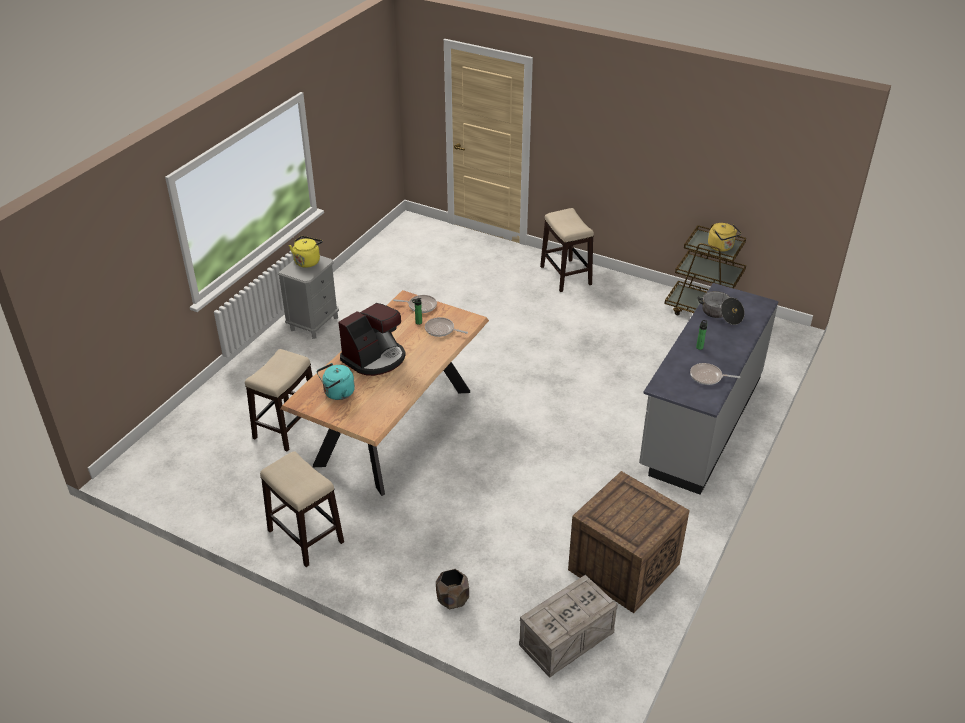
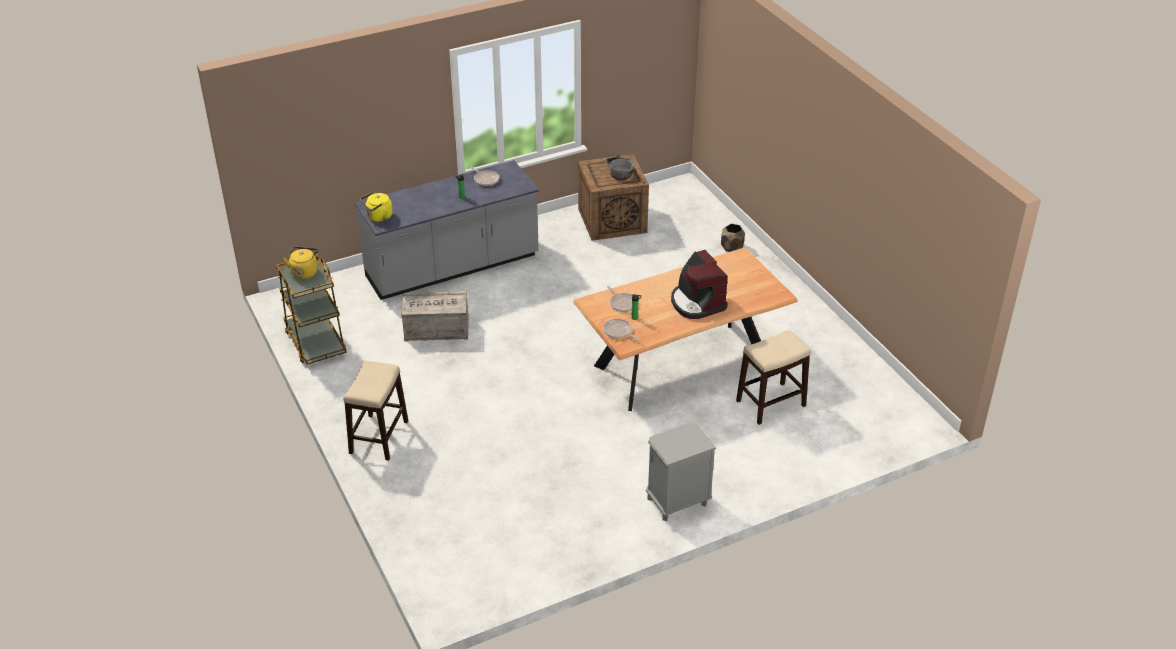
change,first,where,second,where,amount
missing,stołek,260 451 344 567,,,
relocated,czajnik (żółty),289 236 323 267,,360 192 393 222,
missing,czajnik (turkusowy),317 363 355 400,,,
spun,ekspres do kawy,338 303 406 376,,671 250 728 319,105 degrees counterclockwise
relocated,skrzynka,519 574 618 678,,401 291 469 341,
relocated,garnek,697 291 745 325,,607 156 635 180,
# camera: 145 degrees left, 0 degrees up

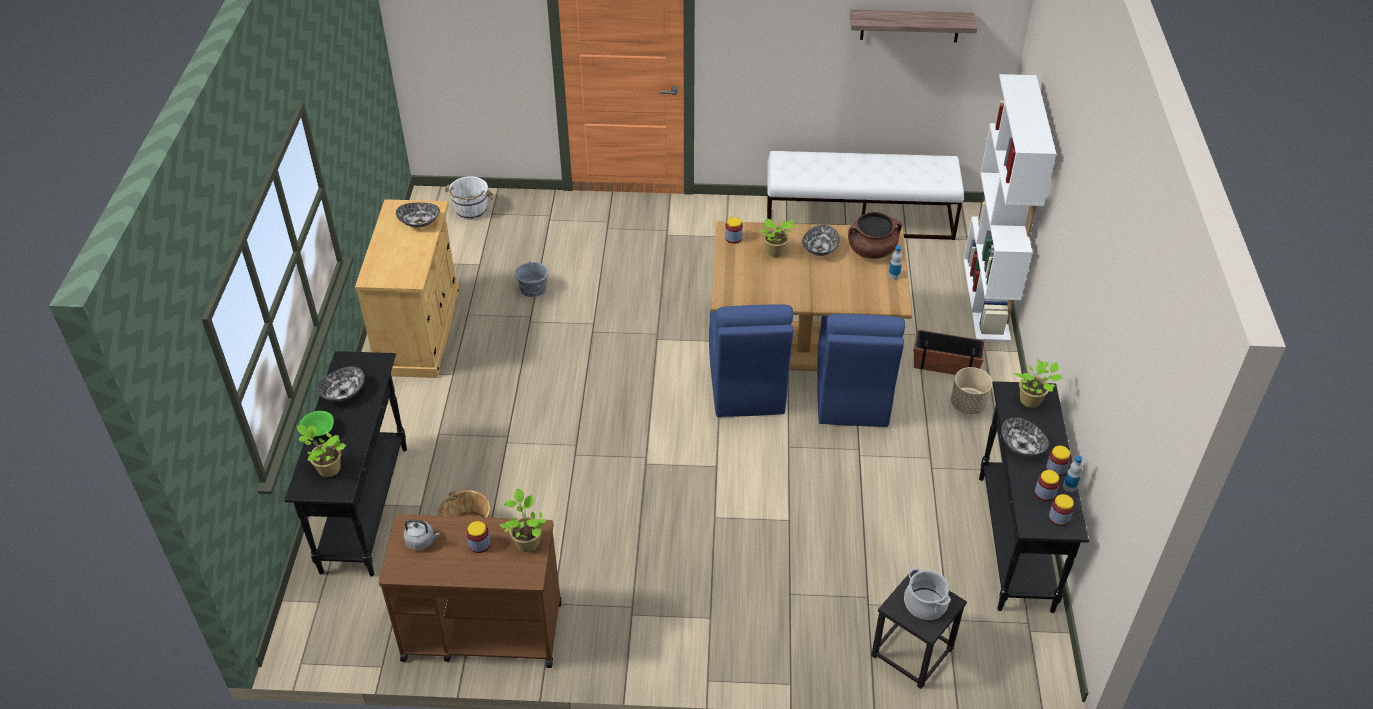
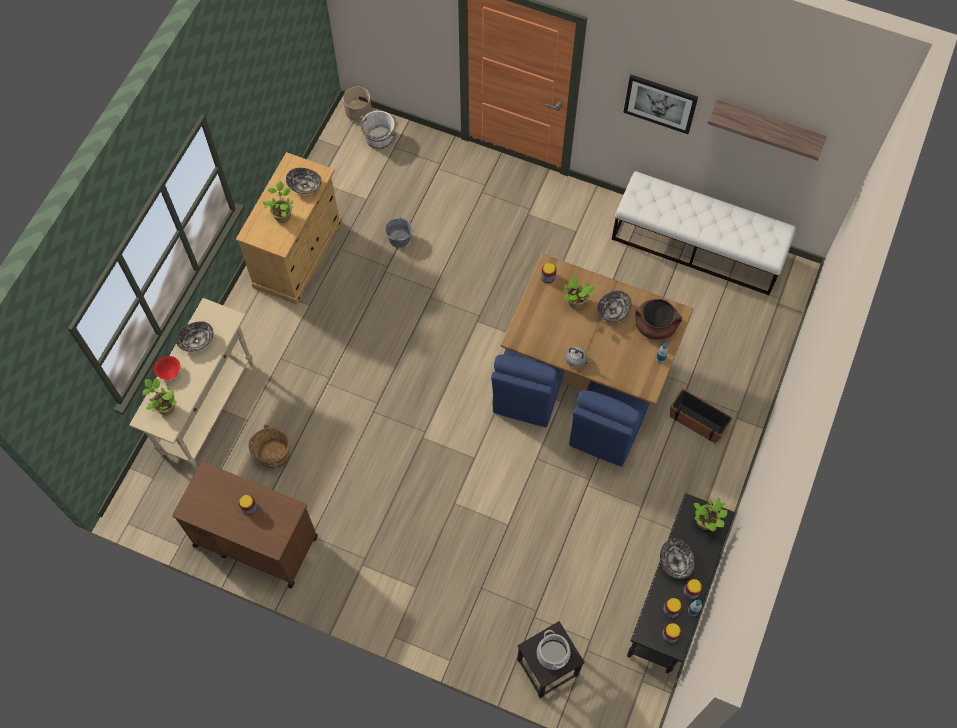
change,first,where,second,where,amount
colour,stolik konsolowy (czarny),284 351 407 576,stolik konsolowy (beżowy),129 298 254 469,
colour,miska (zielony),299 411 334 436,miska (czerwony),154 356 180 380,
relocated,czajnik (szary),403 519 440 551,,565 346 591 368,
relocated,roślina doniczkowa,500 488 546 552,,263 181 294 223,
relocated,donica (beżowy),951 367 992 414,,343 87 372 122,
missing,regał (biały),963 74 1056 342,,,
appeared,,,obraz,623 75 698 134,
# camera: 20 degrees right, 20 degrees up

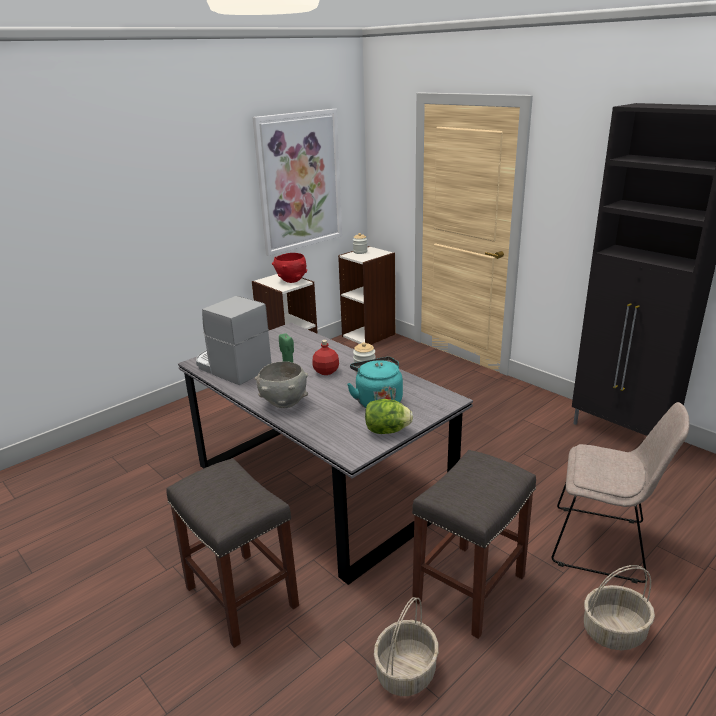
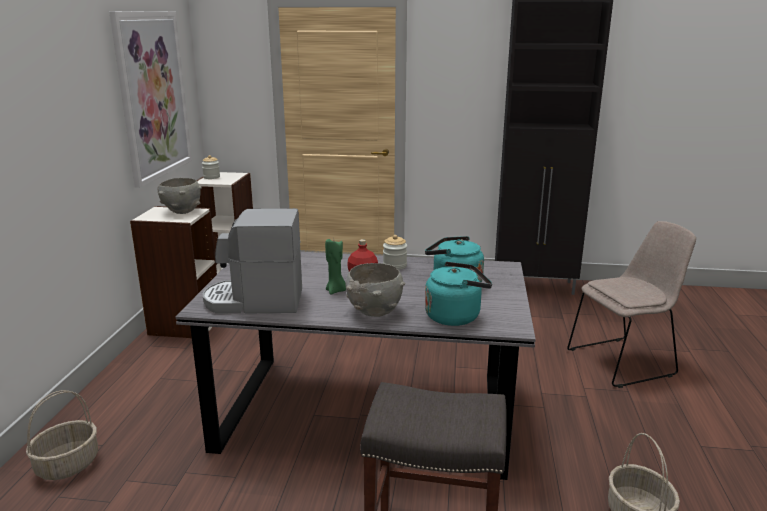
change,first,where,second,where,amount
colour,miska (czerwony),272 253 307 283,miska (szary),158 178 202 214,
missing,sałata,365 399 413 434,,,
missing,stołek (szary),412 450 536 639,,,
relocated,koszyk,584 565 655 650,,26 390 98 480,
appeared,,,czajnik (turkusowy),425 262 492 326,
# camera: 40 degrees left, 5 degrees down

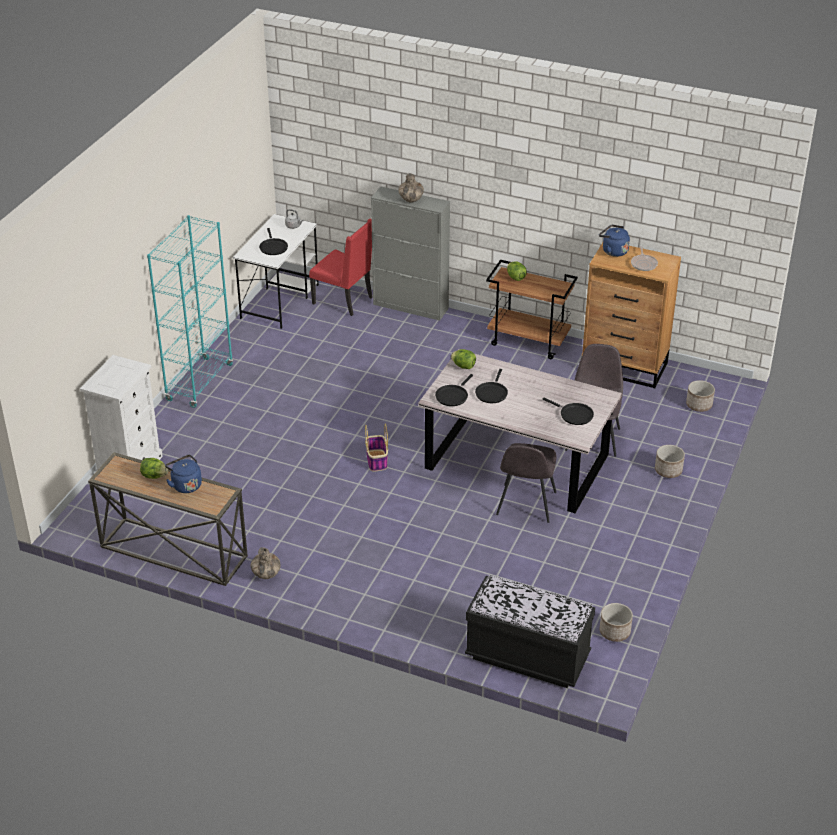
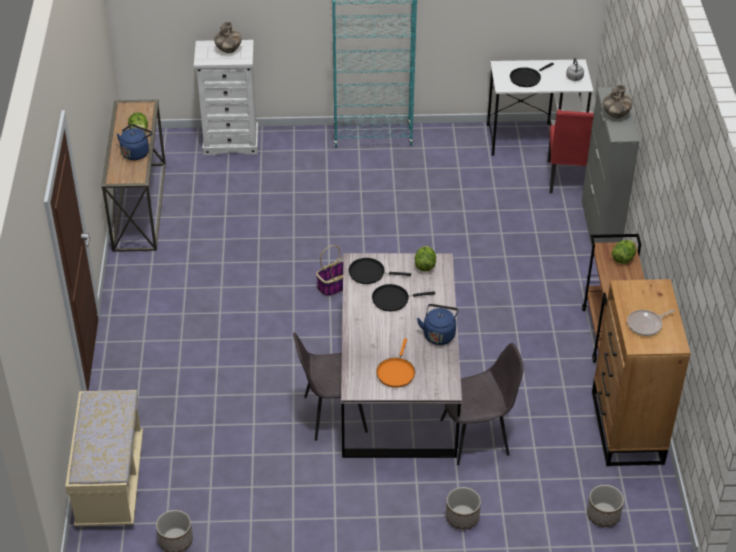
change,first,where,second,where,amount
relocated,wazon,251 547 280 579,,214 22 242 53,
colour,ławka (czarny),465 575 595 688,ławka (beżowy),65 390 143 526,
colour,patelnia (czarny),542 398 594 425,patelnia (pomarańczowy),376 338 415 388,
relocated,czajnik (niebieski),599 225 630 257,,417 304 459 345,
# camera: 65 degrees right, 5 degrees up

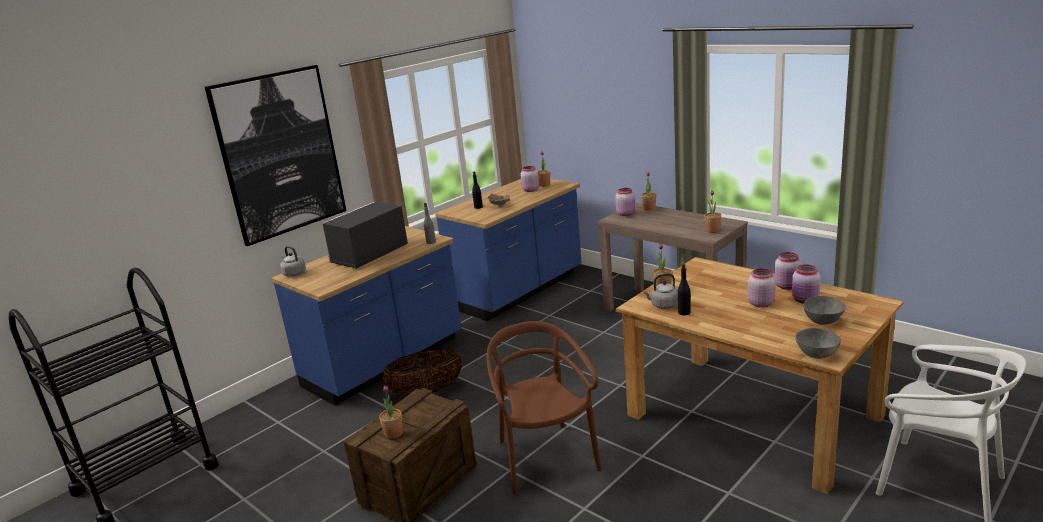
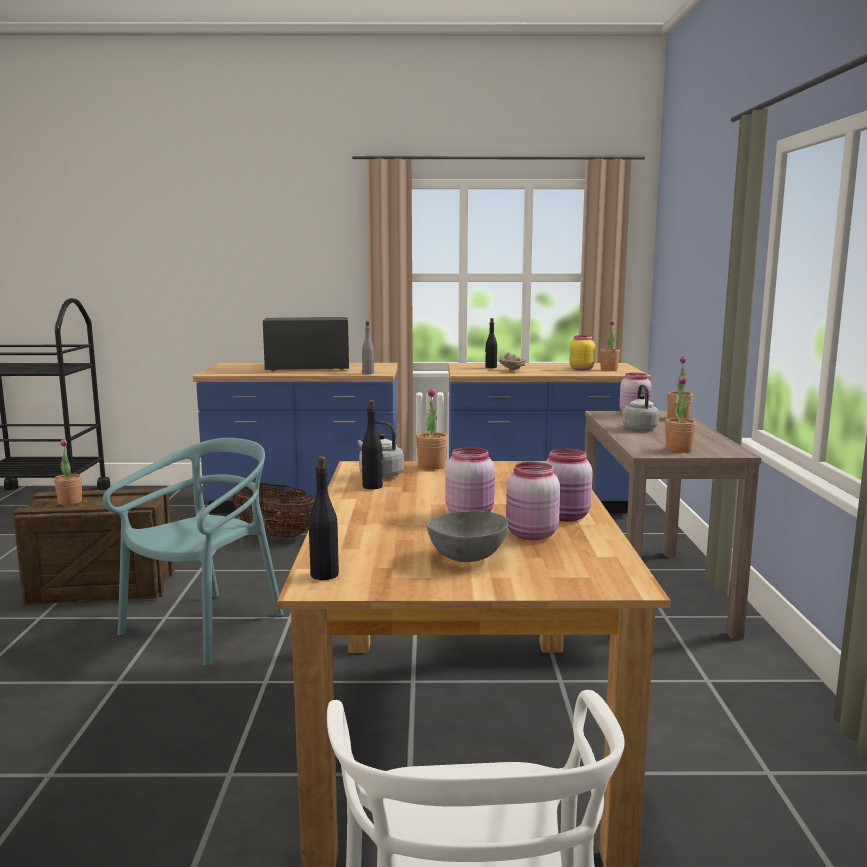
change,first,where,second,where,amount
missing,obraz,205 65 346 246,,,
relocated,czajnik (szary),280 246 306 277,,622 384 659 430,
colour,krzesło (brązowy),486 321 602 495,krzesło (turkusowy),103 438 283 666,
colour,słoik (różowy),521 166 539 192,słoik (żółty),569 335 595 370,
exchanged,miska (szary),795 328 841 359,butelka (czarny),309 456 339 580,
# camera: 45 degrees right, 10 degrees down

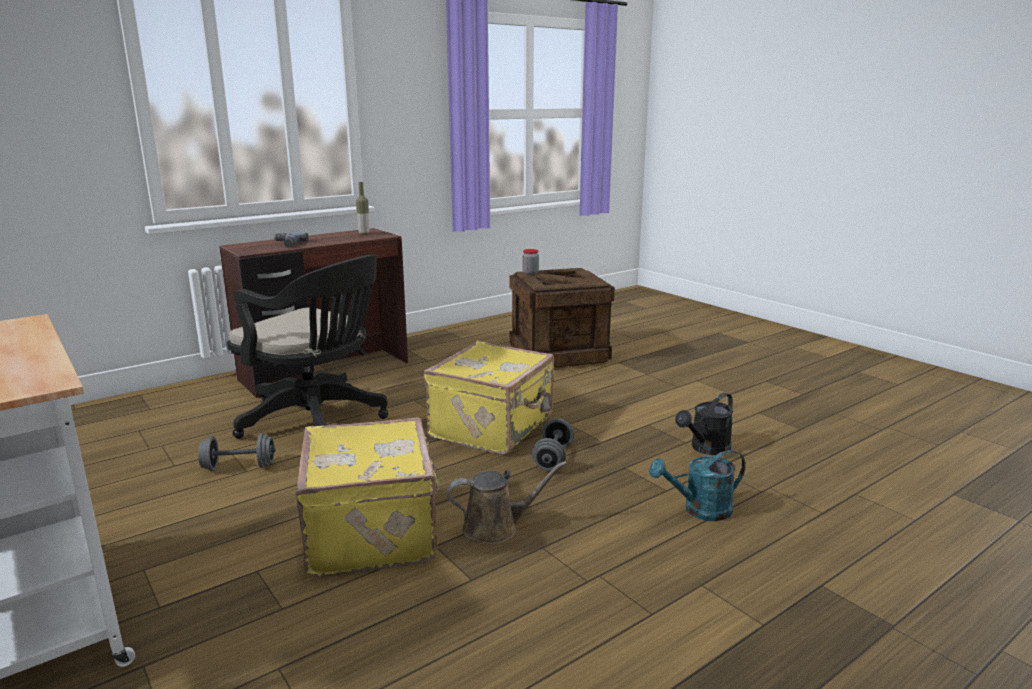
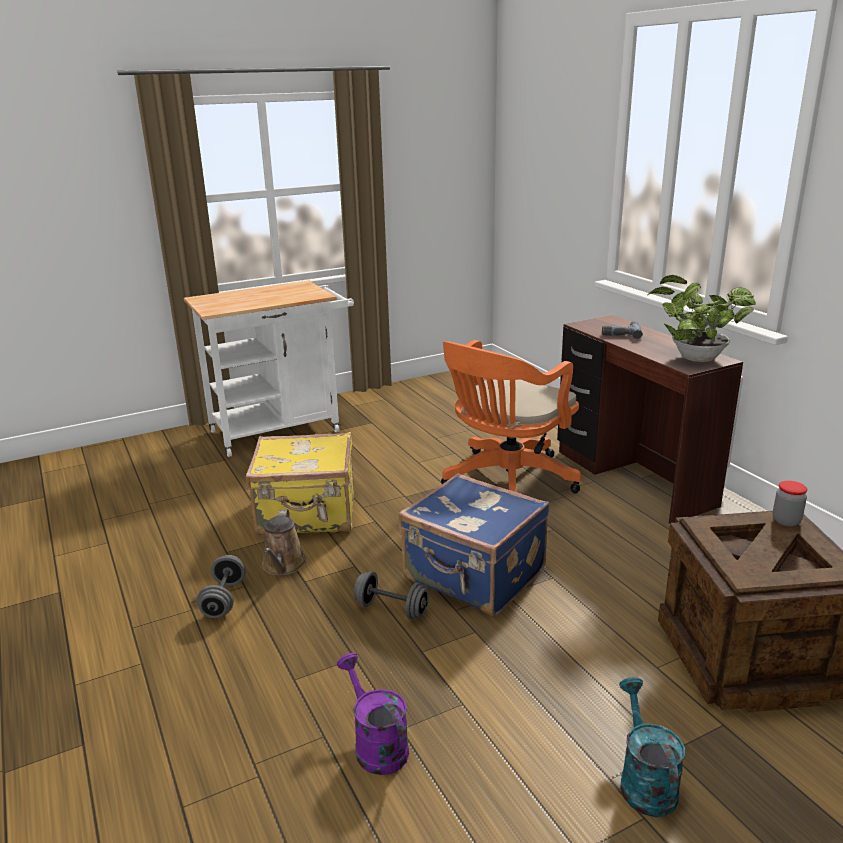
change,first,where,second,where,amount
relocated,hantel (szary),198 433 275 471,,197 555 245 618,
colour,krzesło biurowe (czarny),227 255 388 439,krzesło biurowe (pomarańczowy),441 340 581 493,
exchanged,butelka,356 182 370 235,roślina doniczkowa,646 275 756 362,
colour,walizka (żółty),423 341 554 455,walizka (niebieski),399 473 549 616,
relocated,konewka (turkusowy),649 450 745 521,,619 677 685 817,
colour,konewka (czarny),675 393 734 455,konewka (fioletowy),337 653 409 775,
# camera: 100 degrees right, 5 degrees up

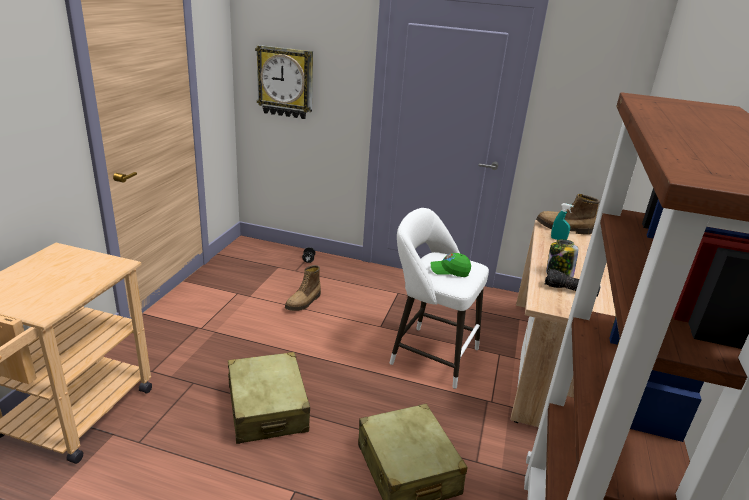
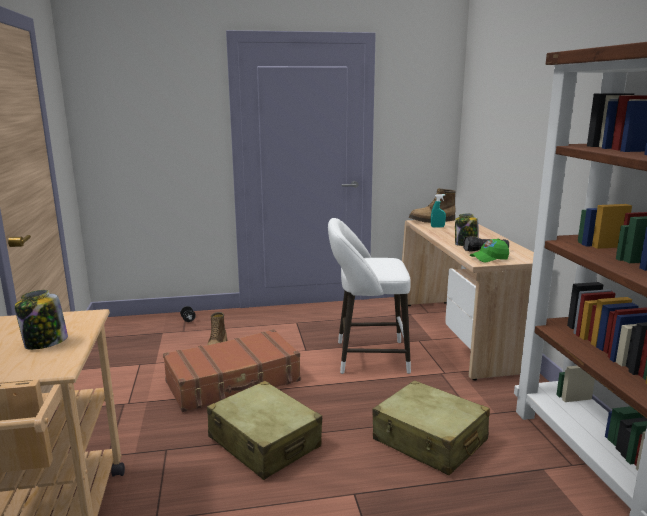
change,first,where,second,where,amount
missing,zegar ścienny,255 45 313 119,,,
relocated,czapka z daszkiem (zielony),431 253 471 277,,470 239 509 263,
appeared,,,słoik,15 290 68 350,
appeared,,,walizka (brązowy),163 329 301 412,
# camera: 25 degrees left, 10 degrees down

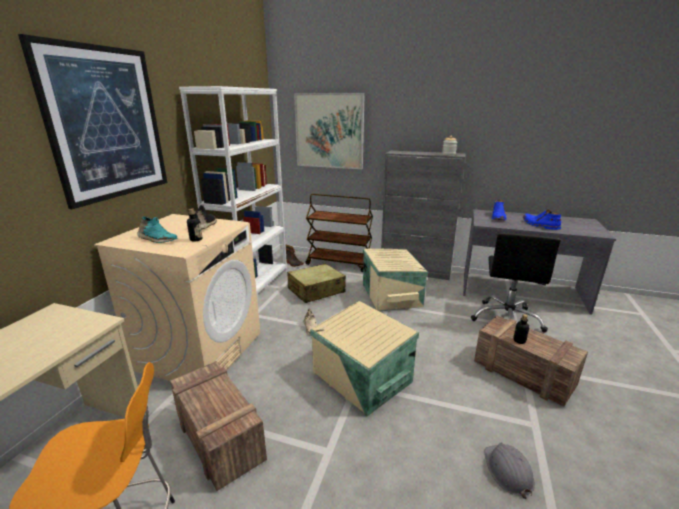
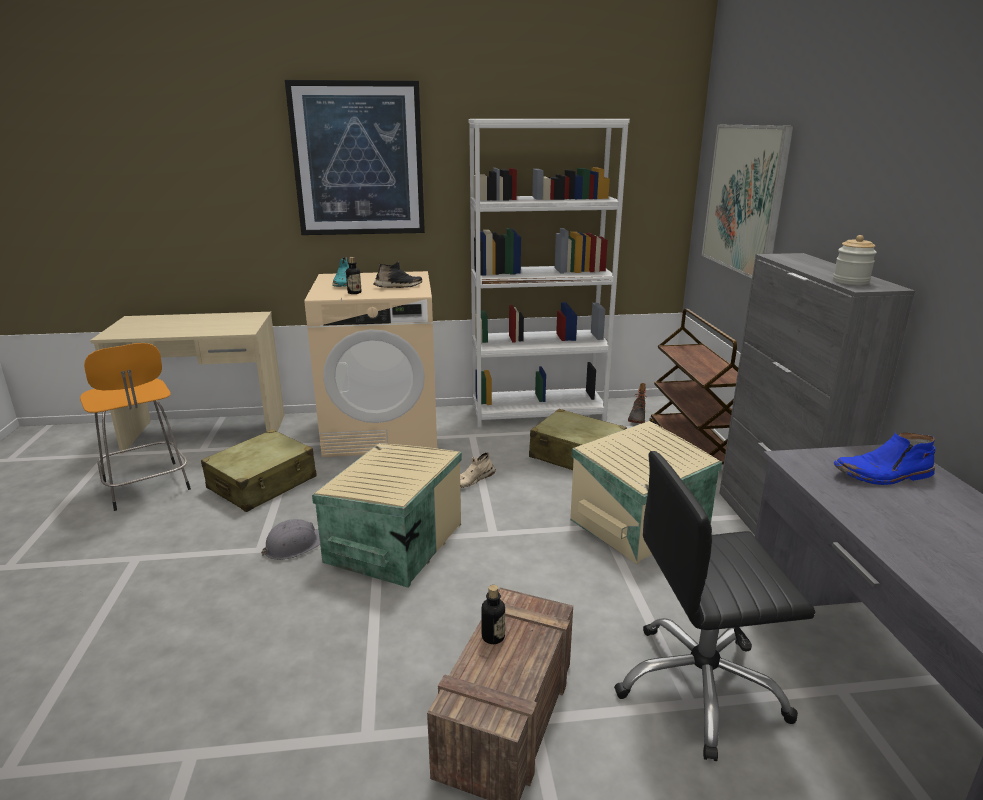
change,first,where,second,where,amount
exchanged,skrzynka,170 361 267 491,walizka (beżowy),201 429 317 512,
relocated,kask (szary),484 443 535 499,,262 519 320 560,
missing,but z cholewką (niebieski),523 209 561 230,,,
# camera: 65 degrees right, 0 degrees up

